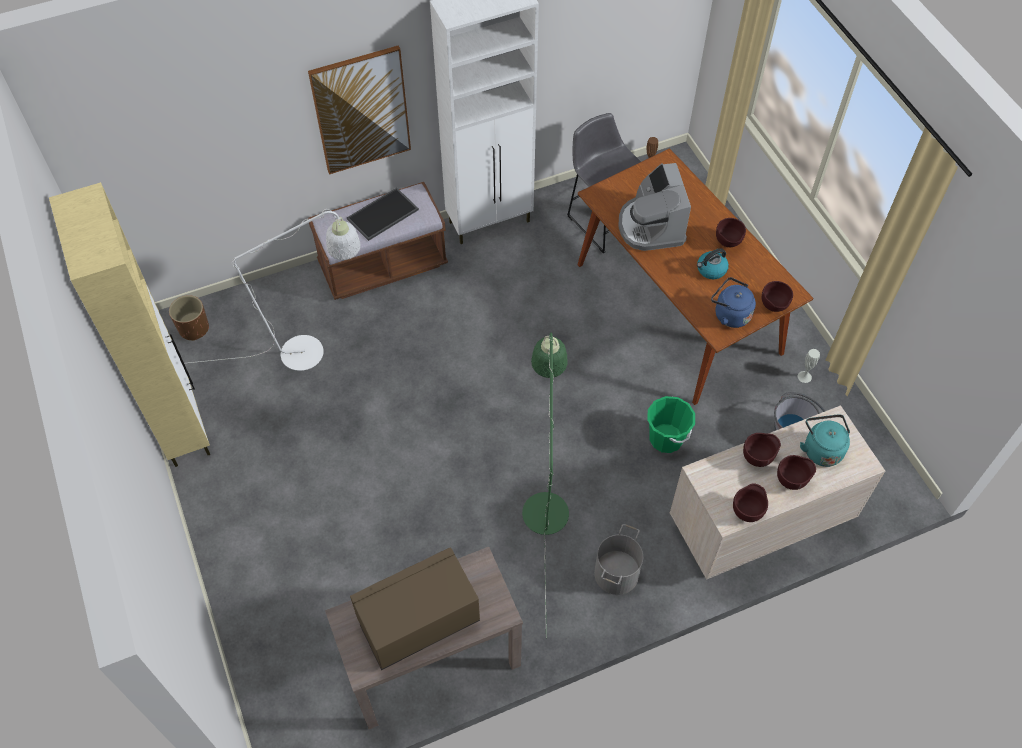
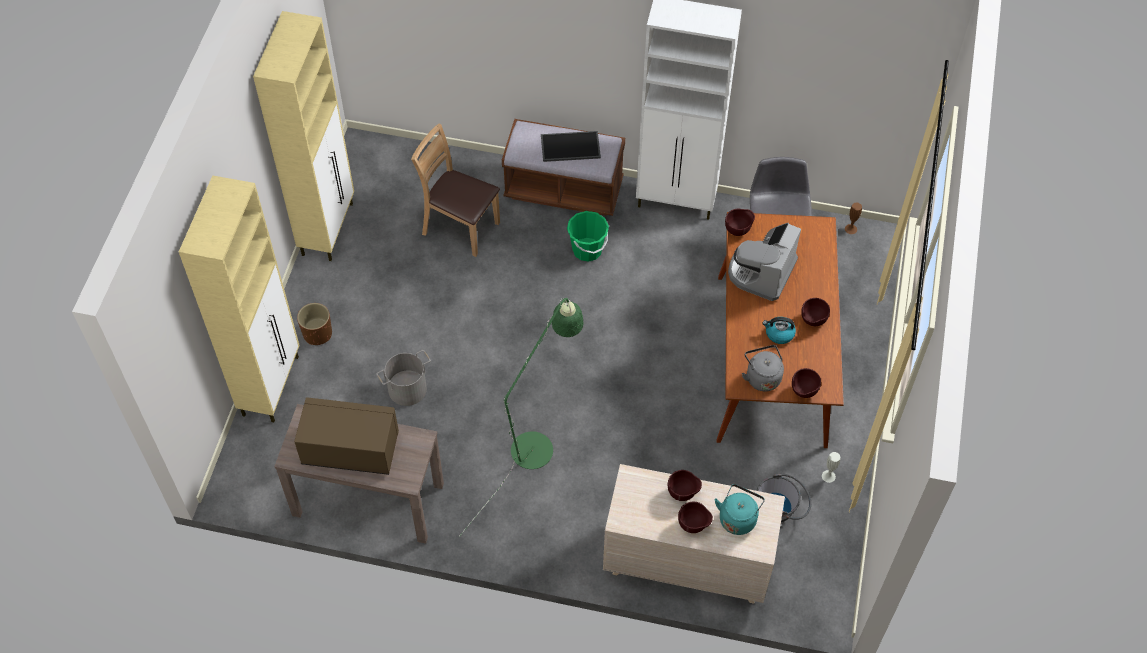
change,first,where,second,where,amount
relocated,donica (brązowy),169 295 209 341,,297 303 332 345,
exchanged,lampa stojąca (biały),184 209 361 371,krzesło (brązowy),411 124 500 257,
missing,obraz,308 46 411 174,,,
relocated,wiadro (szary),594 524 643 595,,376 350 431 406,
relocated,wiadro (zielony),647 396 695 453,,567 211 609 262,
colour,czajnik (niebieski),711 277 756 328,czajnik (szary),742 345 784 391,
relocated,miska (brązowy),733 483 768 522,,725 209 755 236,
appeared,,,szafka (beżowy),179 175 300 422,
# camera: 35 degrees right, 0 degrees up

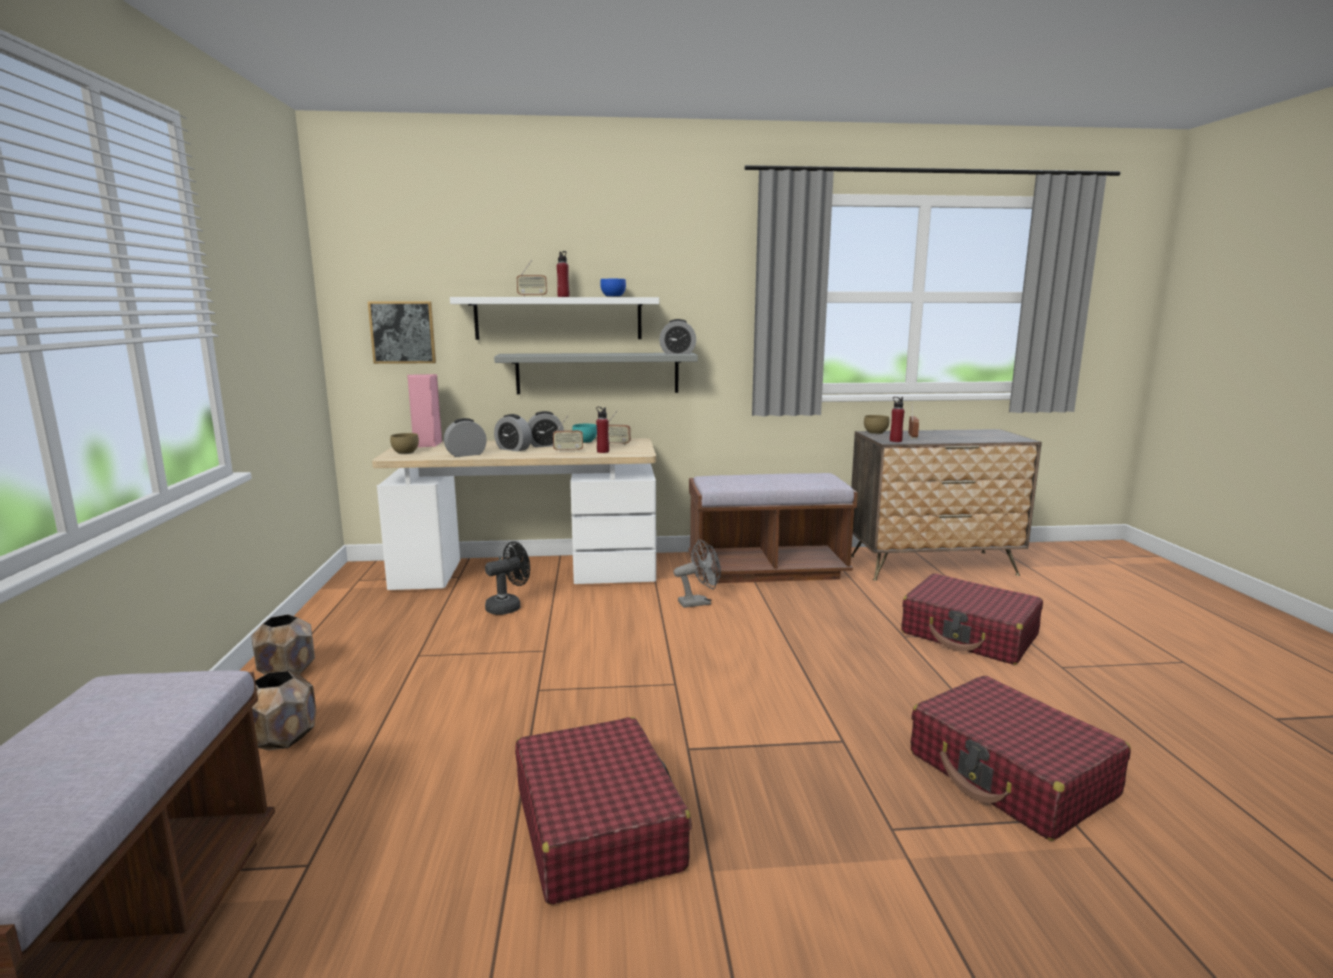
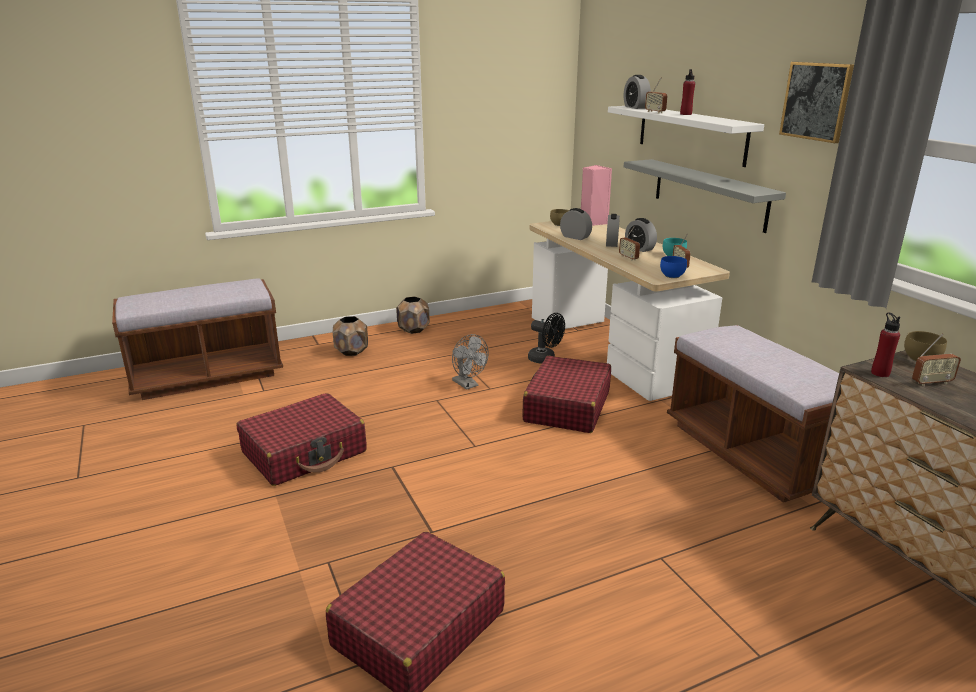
change,first,where,second,where,amount
relocated,obraz,368 301 436 364,,779 62 854 143,
missing,butelka (czerwony),596 407 609 453,,,
relocated,miska (niebieski),600 279 626 297,,660 256 687 278,
relocated,budzik,659 319 696 354,,624 75 651 109,
relocated,wentylator (szary),674 539 721 608,,452 334 488 390,
relocated,walizka (czerwony),901 573 1043 665,,522 356 611 433,
# camera: 70 degrees right, 10 degrees up

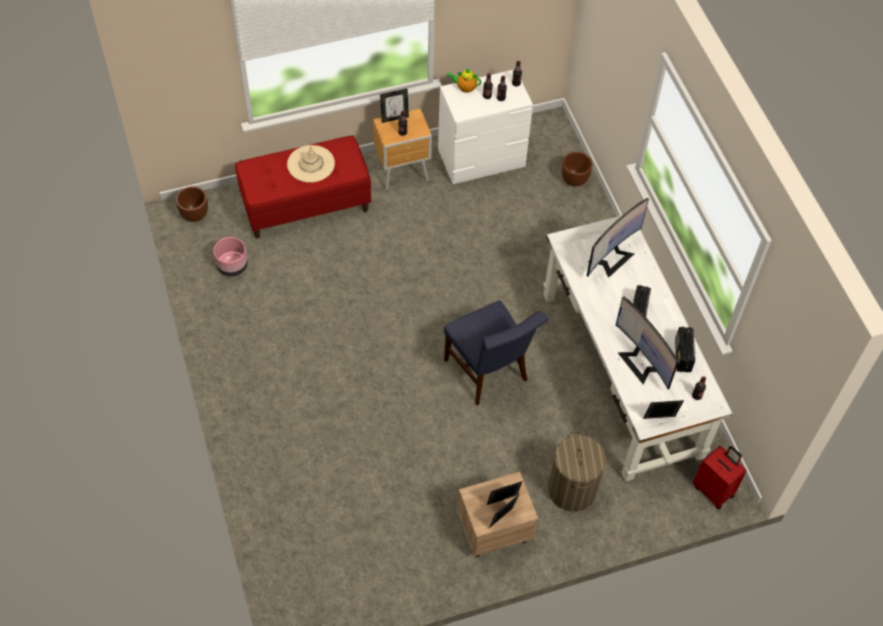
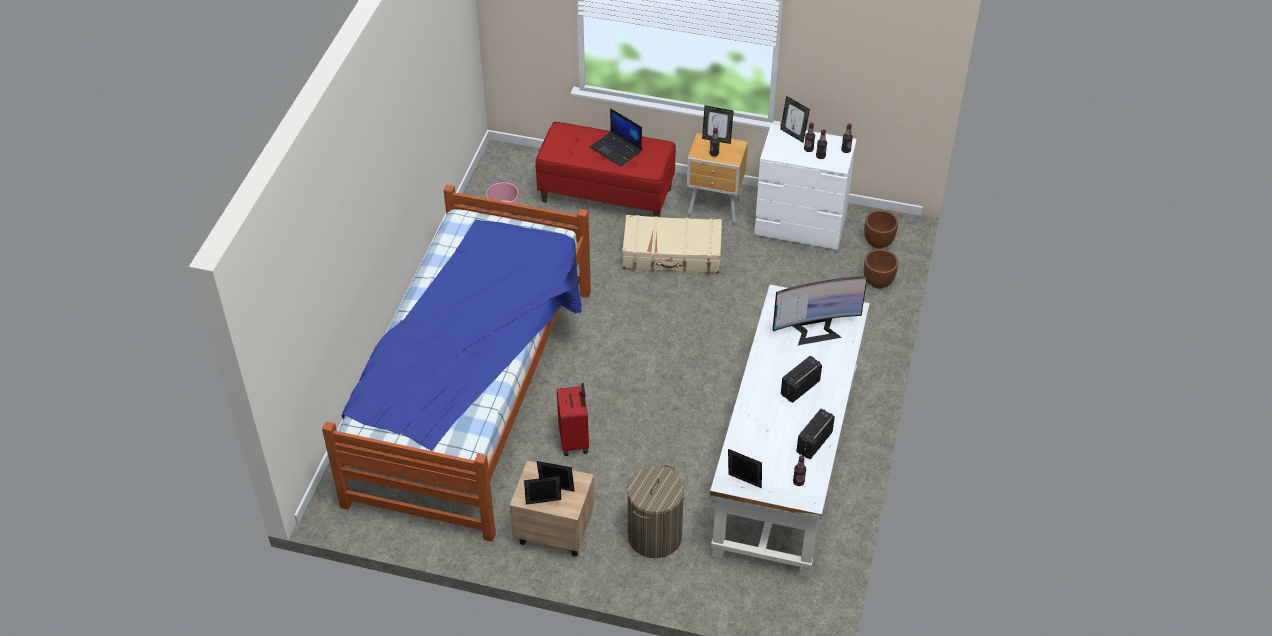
change,first,where,second,where,amount
relocated,donica (brązowy),176 186 208 222,,864 210 898 249,
exchanged,kapelusz (beżowy),287 145 335 183,laptop,590 108 642 166,
missing,krzesło (niebieski),444 300 549 405,,,
exchanged,imbryk,447 69 481 93,ramka na zdjęcie,780 96 810 143,
missing,monitor,616 297 678 389,,,
relocated,walizka (czerwony),693 446 746 510,,557 383 589 456,
appeared,,,łóżko,322 185 591 542,
appeared,,,walizka (beżowy),622 215 722 273,
# camera: 35 degrees right, 10 degrees down

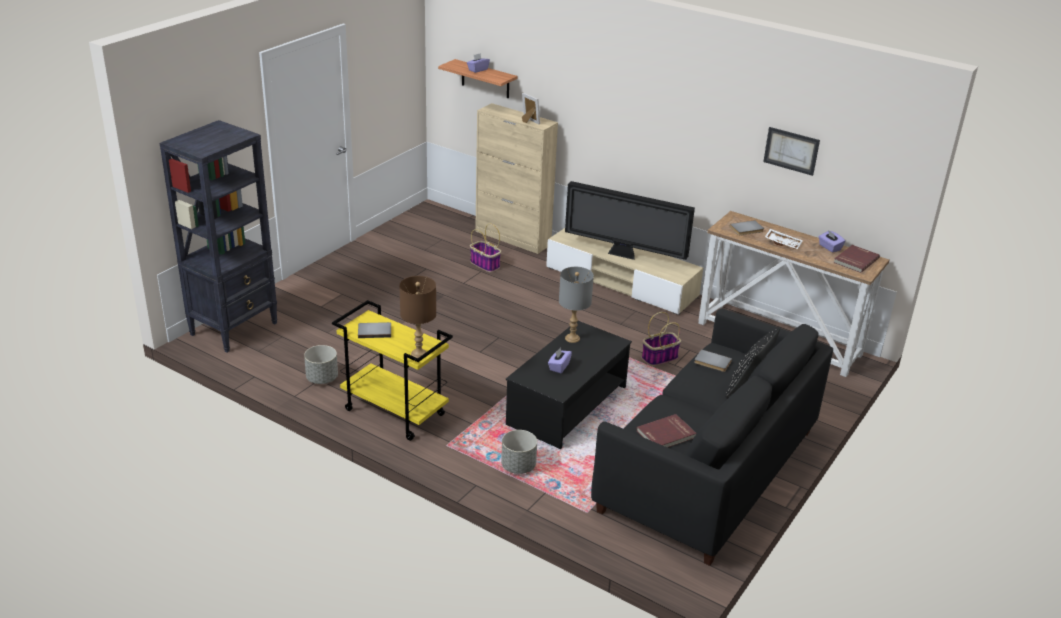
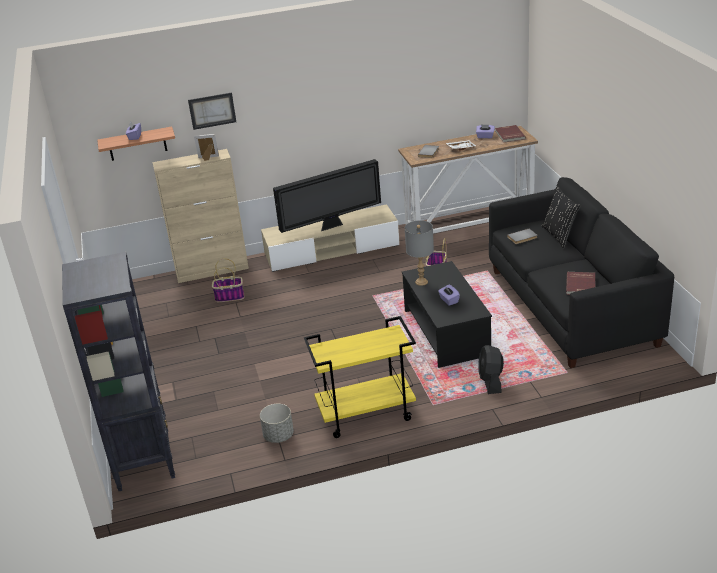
change,first,where,second,where,amount
missing,książka (szary),358 322 391 338,,,
missing,lampa stołowa (brązowy),399 276 436 358,,,
exchanged,donica (szary),501 430 537 474,wentylator (czarny),478 345 504 394,
relocated,obraz,763 127 820 176,,188 92 236 130,
# camera: 45 degrees left, 0 degrees up

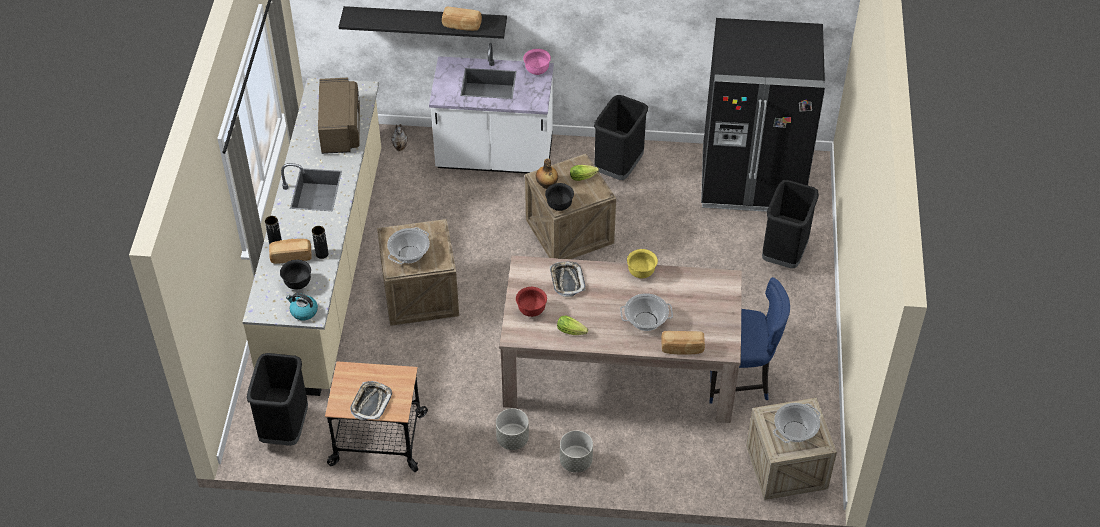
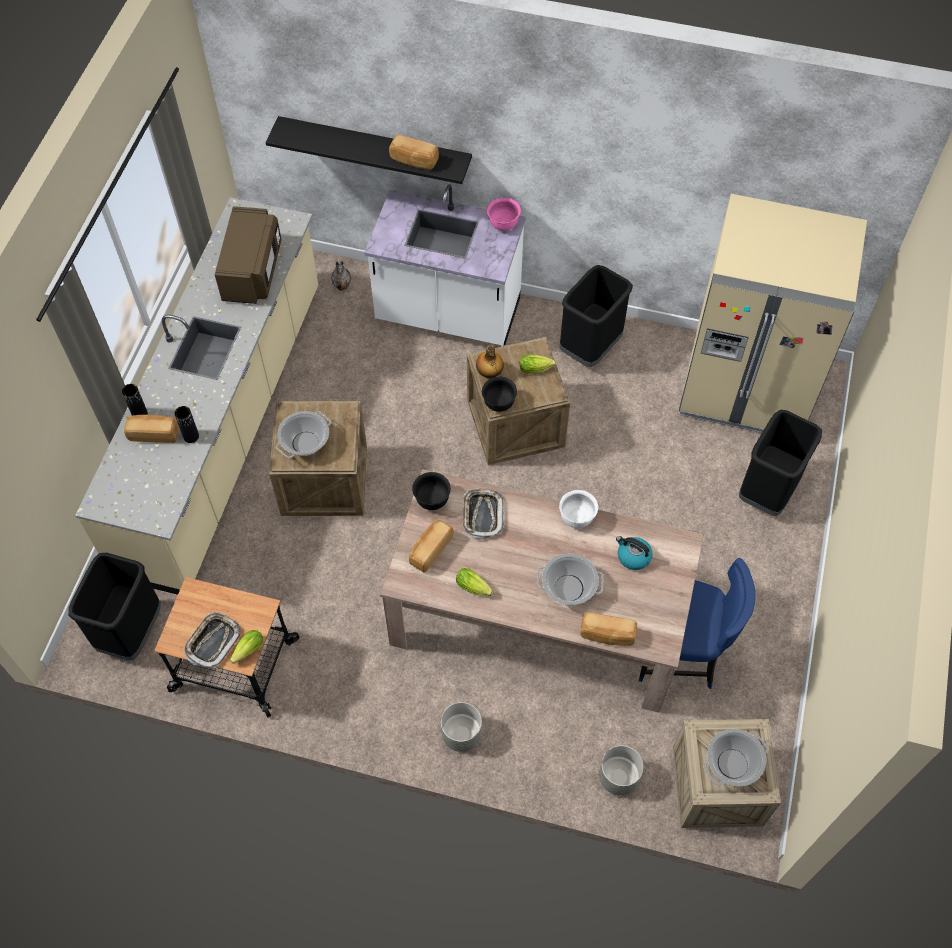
change,first,where,second,where,amount
relocated,miska (czarny),280 260 311 290,,412 472 451 510,
relocated,czajnik,286 293 318 320,,616 536 653 570,
relocated,donica (szary),496 408 529 450,,599 745 643 796,
exchanged,miska (czerwony),516 287 547 317,chleb,409 519 454 573,
colour,miska (żółty),627 249 658 278,miska (biały),559 490 598 528,
colour,lodówka (czarny),701 18 825 212,lodówka (beżowy),679 194 867 433,
appeared,,,sałata,230 630 263 664,
# camera: 10 degrees right, 10 degrees up

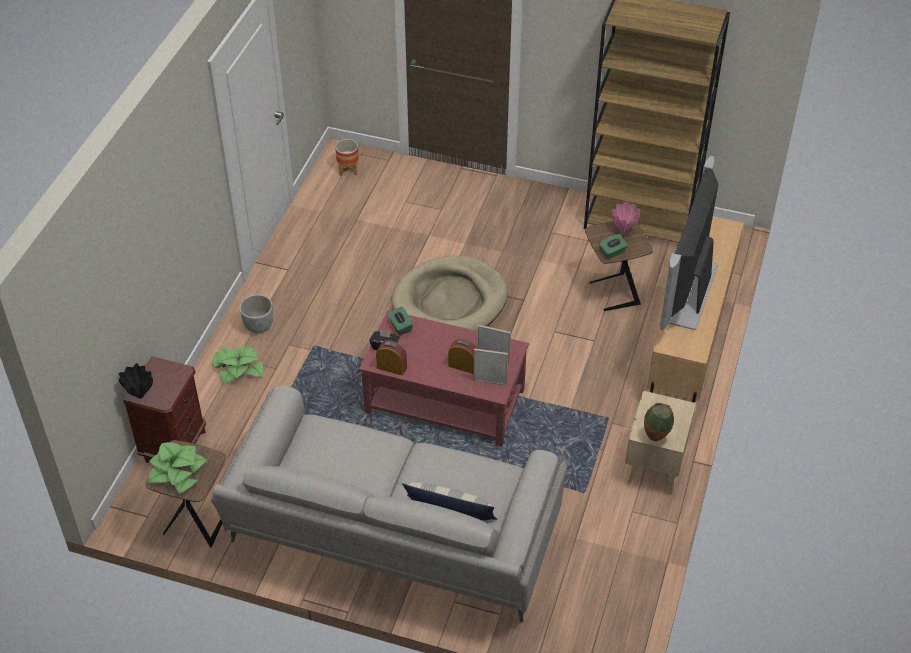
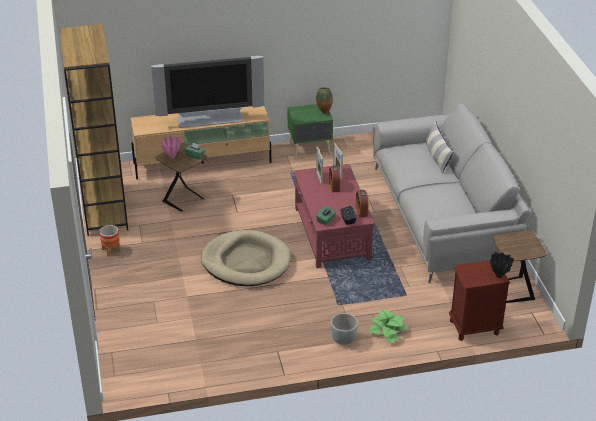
change,first,where,second,where,amount
missing,roślina doniczkowa,148 442 207 494,,,
relocated,donica,335 139 359 176,,99 225 121 257,
colour,szafka nocna (beżowy),625 391 696 494,szafka nocna (zielony),288 104 333 159,
# camera: 120 degrees left, 10 degrees down

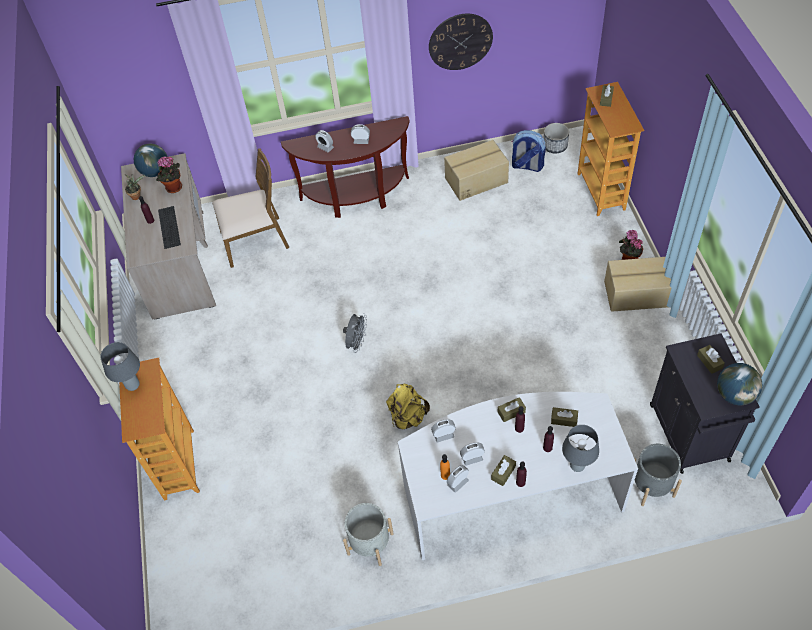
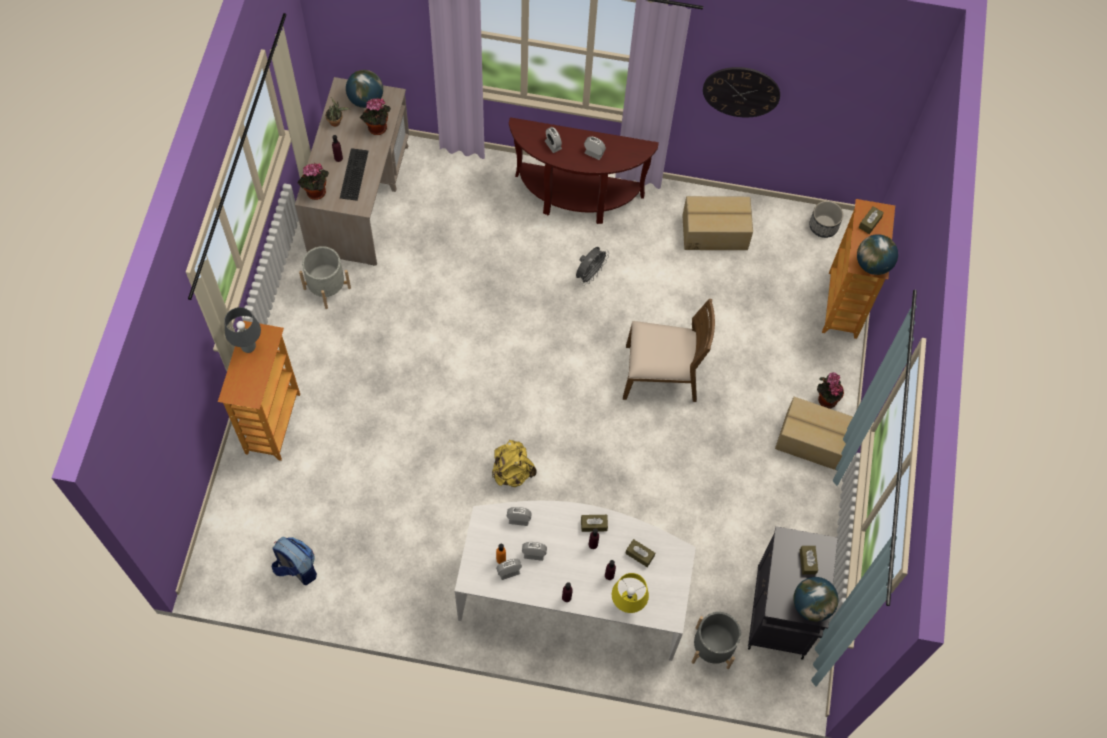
change,first,where,second,where,amount
relocated,krzesło (brązowy),212 148 289 268,,623 299 715 402,
relocated,wentylator (szary),343 313 367 353,,576 247 609 286,
relocated,donica (szary),343 503 394 566,,299 246 351 309,
missing,pudełko chusteczek (brązowy),491 455 516 486,,,
relocated,plecak,511 130 546 172,,272 537 317 585,
colour,lampa stołowa (szary),562 425 599 472,lampa stołowa (żółty),612 573 649 613,
appeared,,,roślina doniczkowa,297 163 329 200,
appeared,,,globus,857 234 898 275,
# camera: 15 degrees right, 10 degrees up

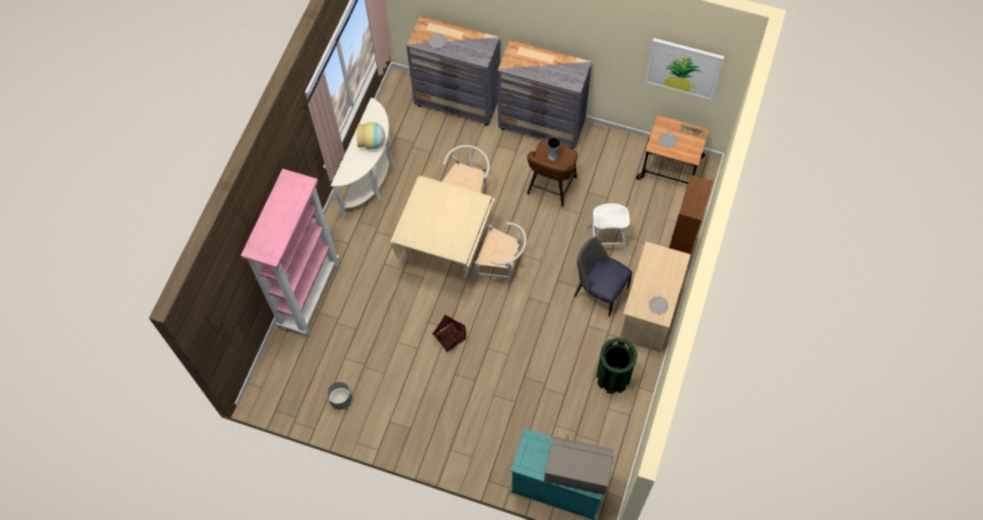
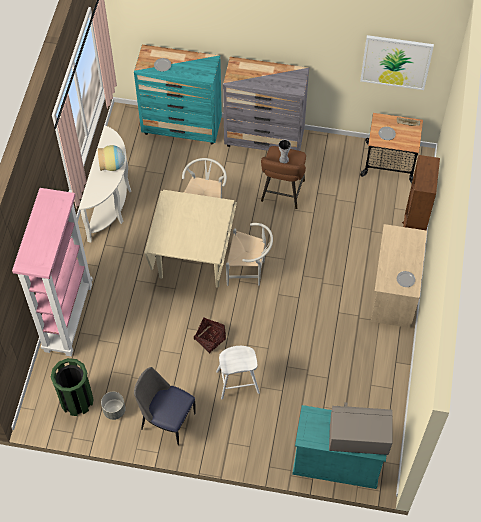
change,first,where,second,where,amount
colour,komoda (szary),406 16 500 126,komoda (turkusowy),134 45 222 144,
relocated,krzesło,574 236 633 317,,134 367 196 446,
relocated,stołek (biały),587 203 630 254,,216 346 260 399,
relocated,kosz na śmieci (zielony),596 338 638 394,,51 358 94 416,
# camera: 10 degrees left, 5 degrees down

